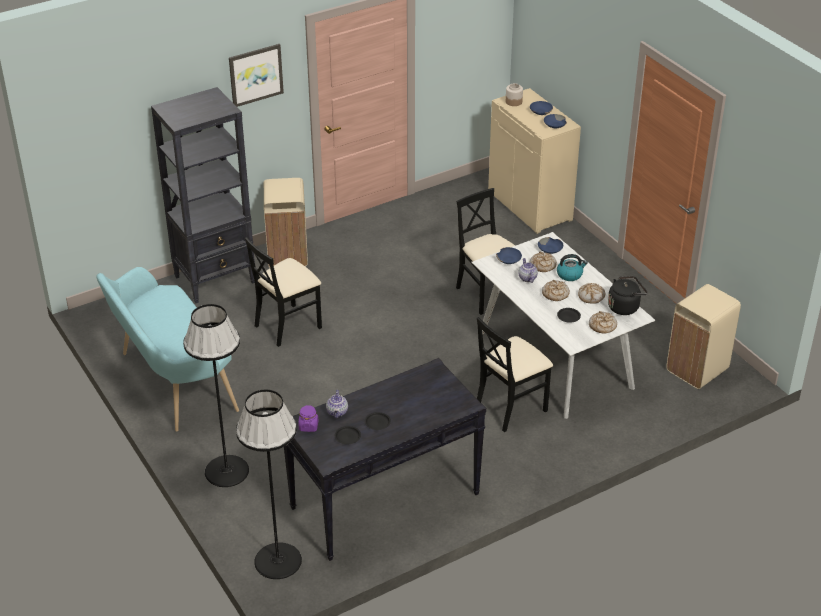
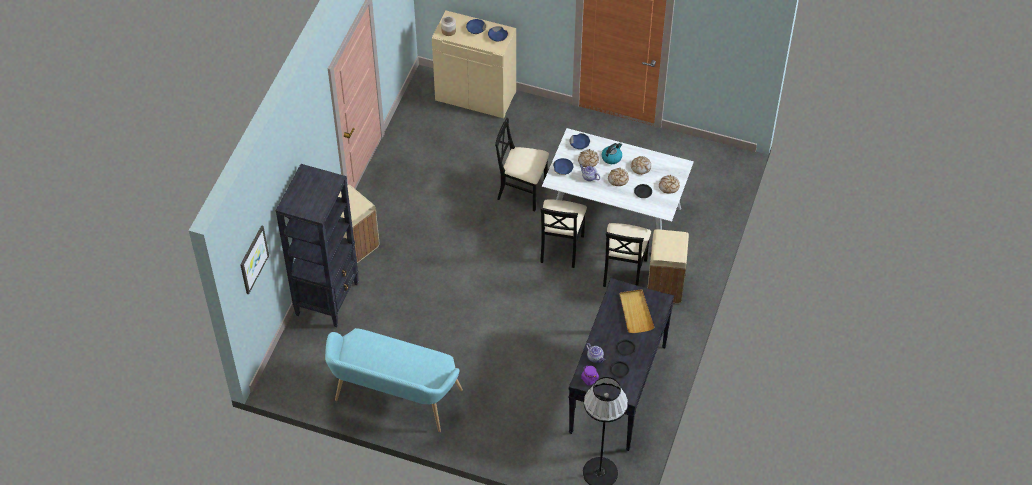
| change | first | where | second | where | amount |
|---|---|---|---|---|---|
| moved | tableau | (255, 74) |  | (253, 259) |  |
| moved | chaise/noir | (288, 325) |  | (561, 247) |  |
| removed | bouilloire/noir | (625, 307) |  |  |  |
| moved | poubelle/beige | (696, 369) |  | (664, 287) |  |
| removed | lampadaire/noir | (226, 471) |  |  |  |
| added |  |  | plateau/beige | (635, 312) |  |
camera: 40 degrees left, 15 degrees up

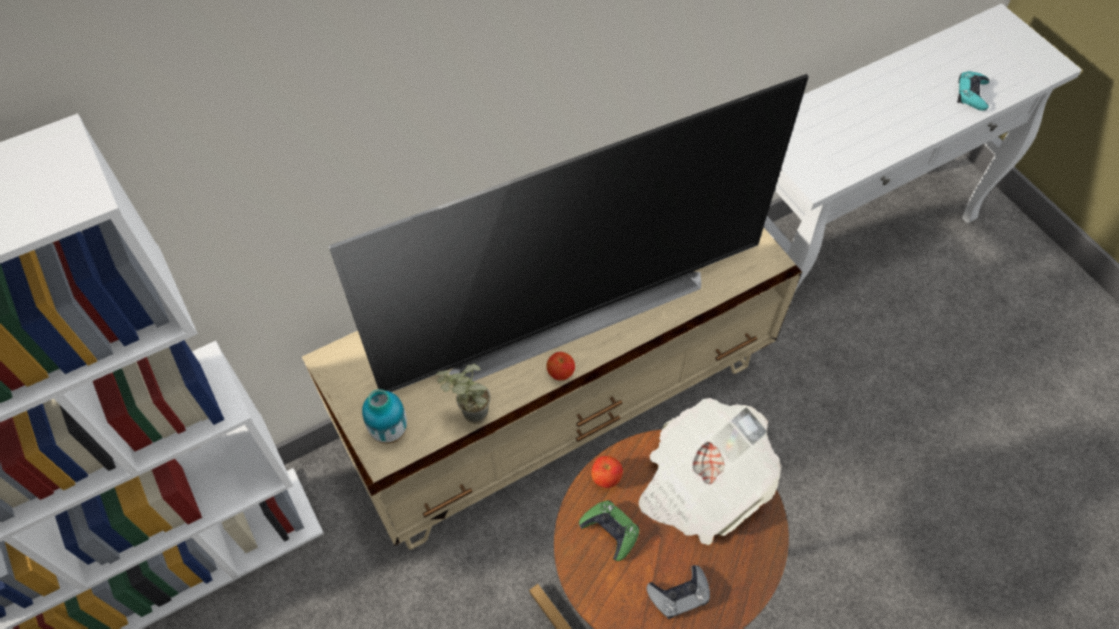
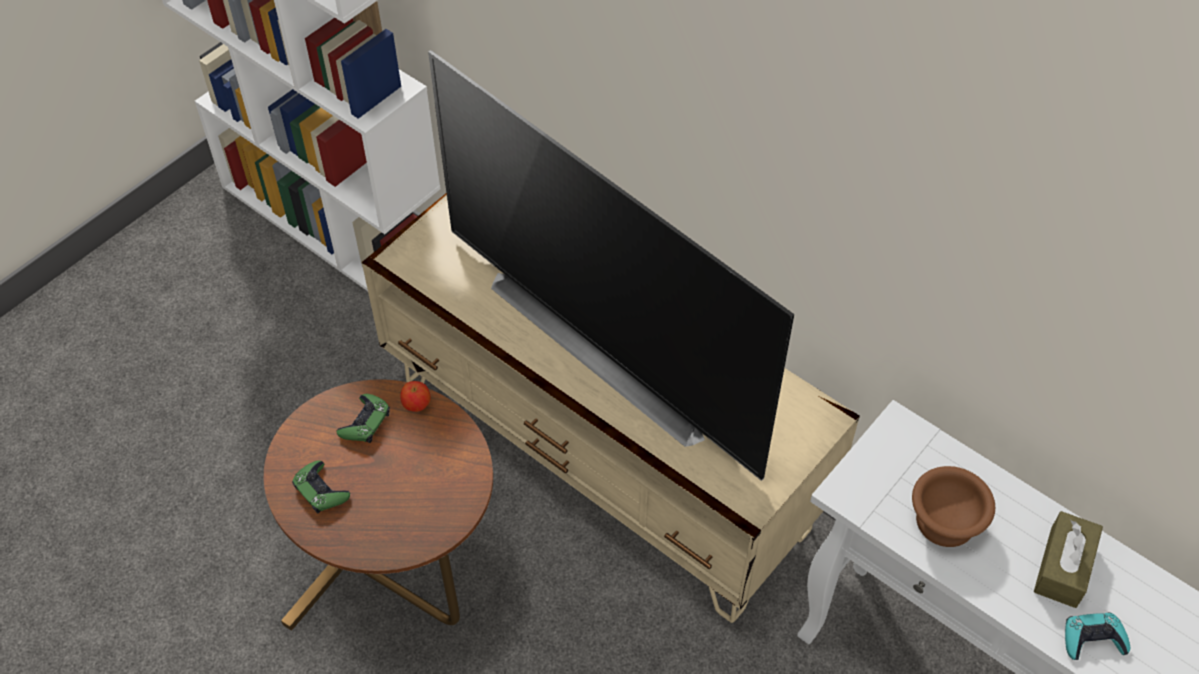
| change | first | where | second | where | amount |
|---|---|---|---|---|---|
| removed | pomme | (560, 372) |  |  |  |
| removed | plante en pot | (468, 416) |  |  |  |
| removed | vase | (390, 431) |  |  |  |
| removed | journal | (700, 484) |  |  |  |
| recoloured | manette/gris | (679, 594) | manette/vert | (321, 490) |  |
| added |  |  | bol/marron | (948, 522) |  |
| added |  |  | boîte à mouchoirs/marron | (1063, 567) |  |
camera: 70 degrees right, 5 degrees down

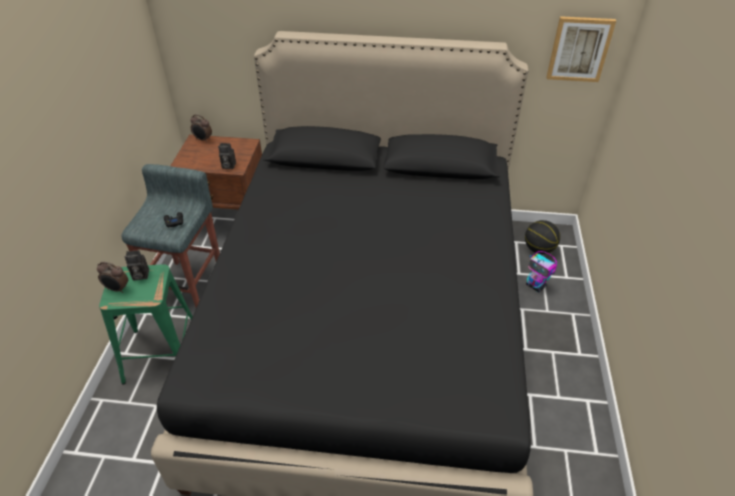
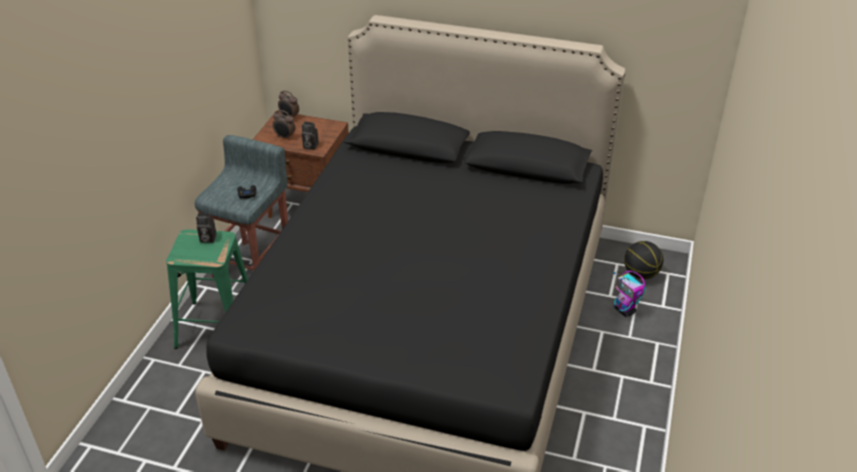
| change | first | where | second | where | amount |
|---|---|---|---|---|---|
| removed | tableau | (579, 49) |  |  |  |
| moved | réveil | (117, 289) |  | (285, 137) |  |
camera: 10 degrees right, 5 degrees down

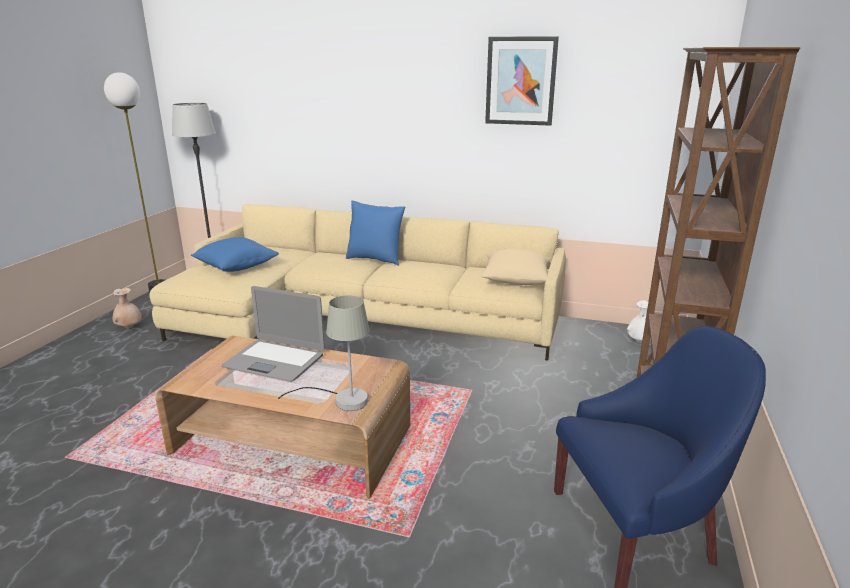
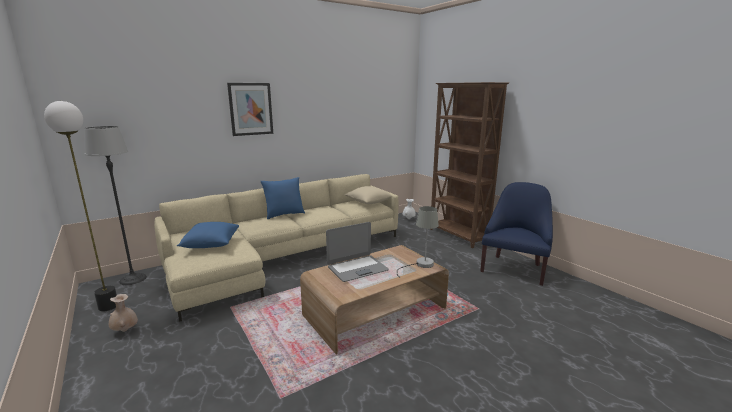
| change | first | where | second | where | amount |
|---|---|---|---|---|---|
| moved | tableau | (520, 81) |  | (251, 109) |  |
camera: 50 degrees left, 5 degrees down

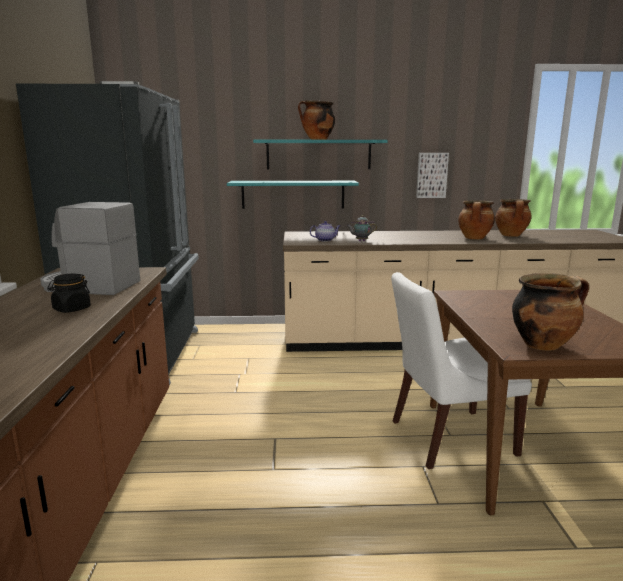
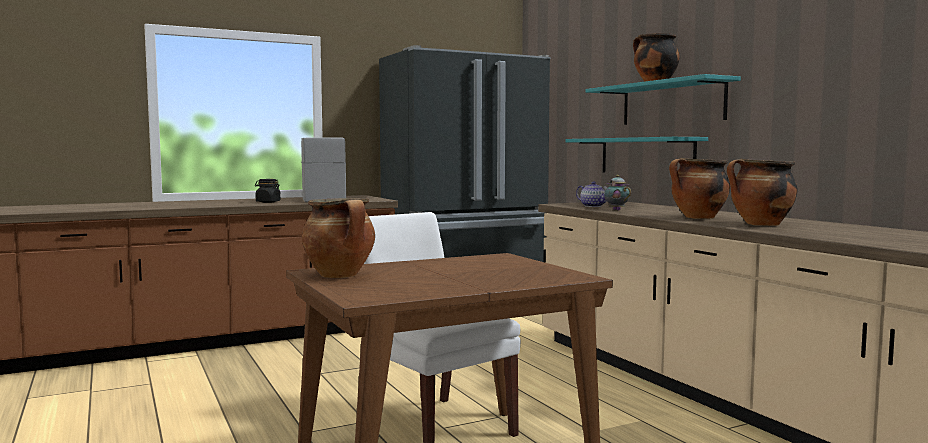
| change | first | where | second | where | amount |
|---|---|---|---|---|---|
| removed | tableau | (431, 175) |  |  |  |
| moved | marmite | (511, 235) |  | (698, 218) |  |
camera: 65 degrees right, 10 degrees down

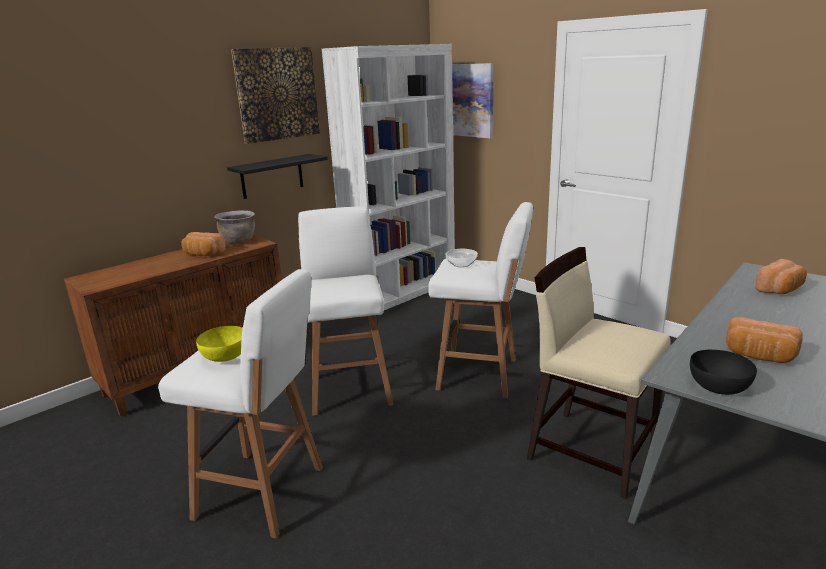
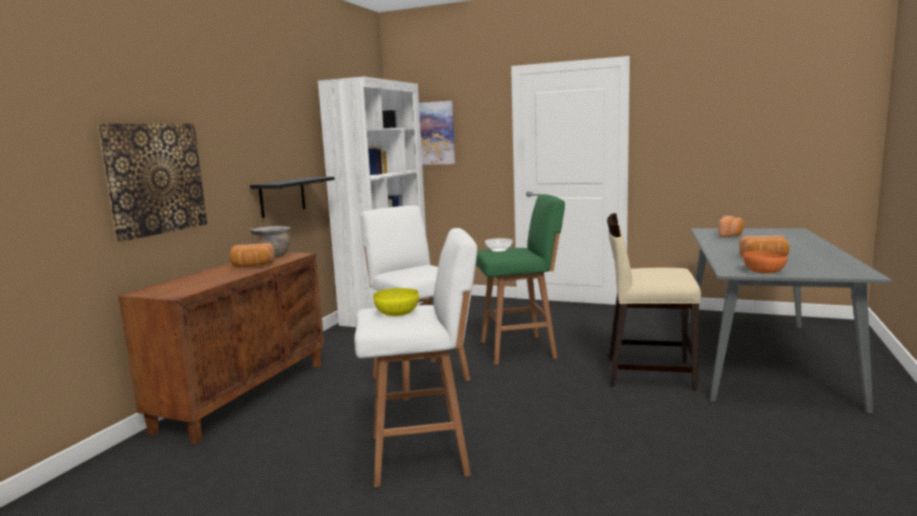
| change | first | where | second | where | amount |
|---|---|---|---|---|---|
| moved | tableau | (277, 94) |  | (155, 179) |  |
| recoloured | tabouret/blanc | (481, 375) | tabouret/vert | (520, 349) |  |
| recoloured | bol/noir | (718, 386) | bol/orange | (763, 271) |  |
camera: 25 degrees left, 10 degrees down

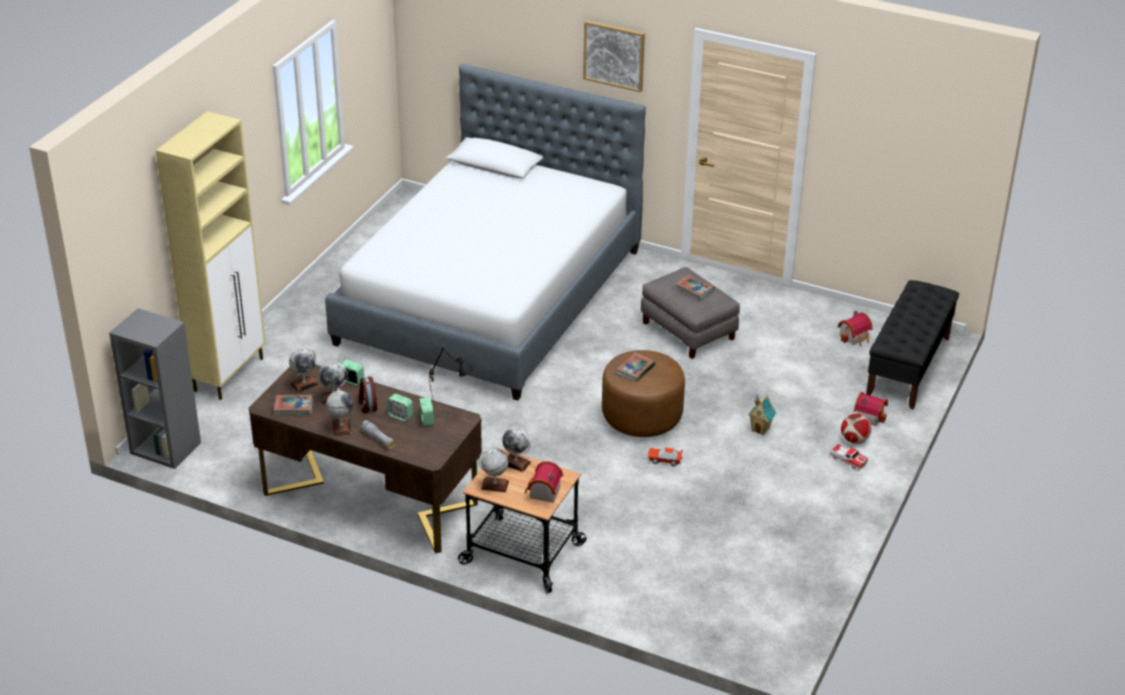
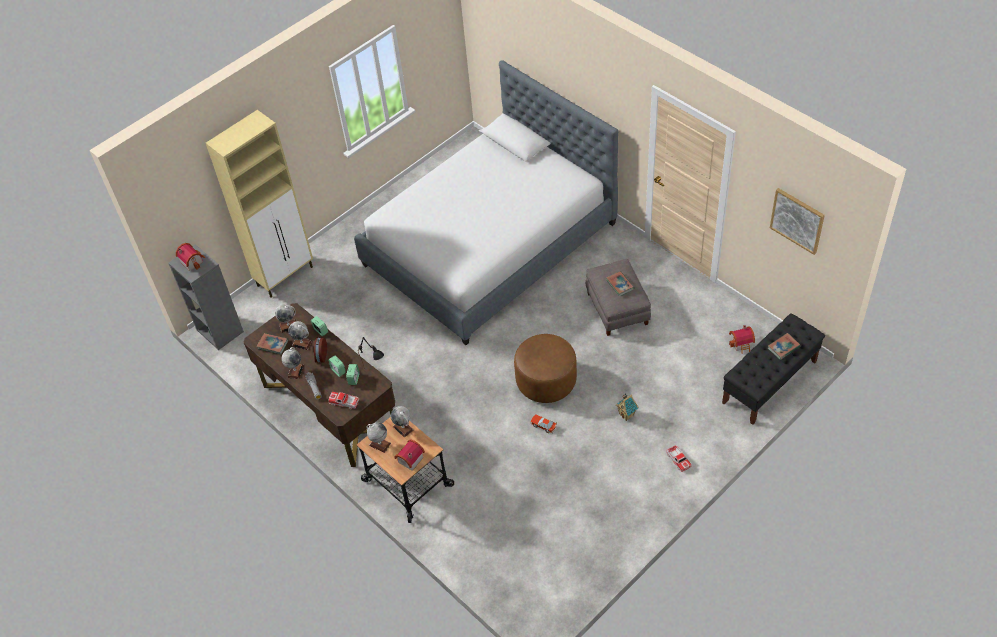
| change | first | where | second | where | amount |
|---|---|---|---|---|---|
| moved | tableau | (614, 55) |  | (797, 220) |  |
| moved | livre | (635, 369) |  | (783, 348) |  |
| moved | maison miniature | (869, 415) |  | (192, 261) |  |
| removed | ballon de foot | (854, 440) |  |  |  |
| added |  |  | petite voiture | (344, 402) |  |
camera: 25 degrees right, 15 degrees up

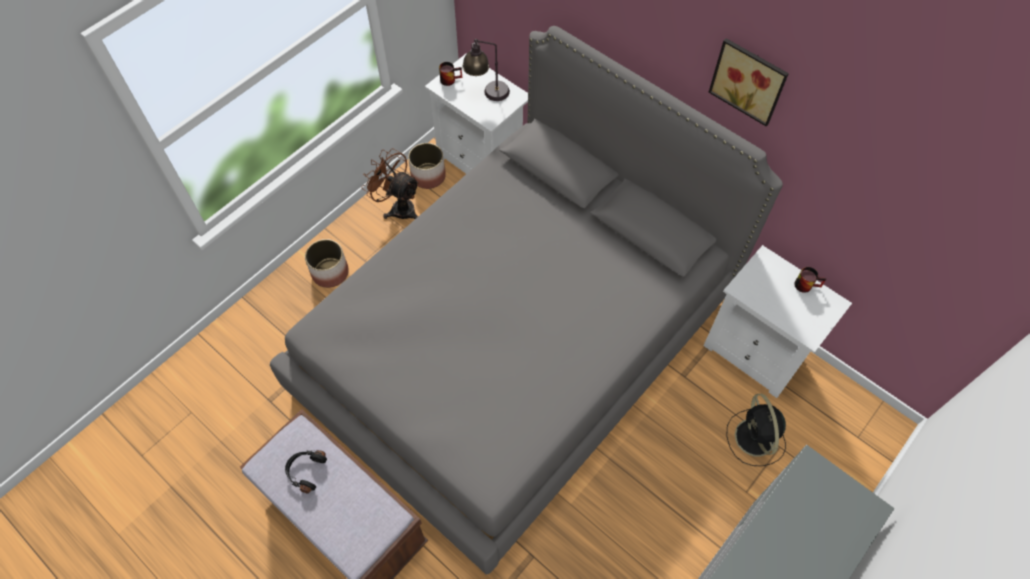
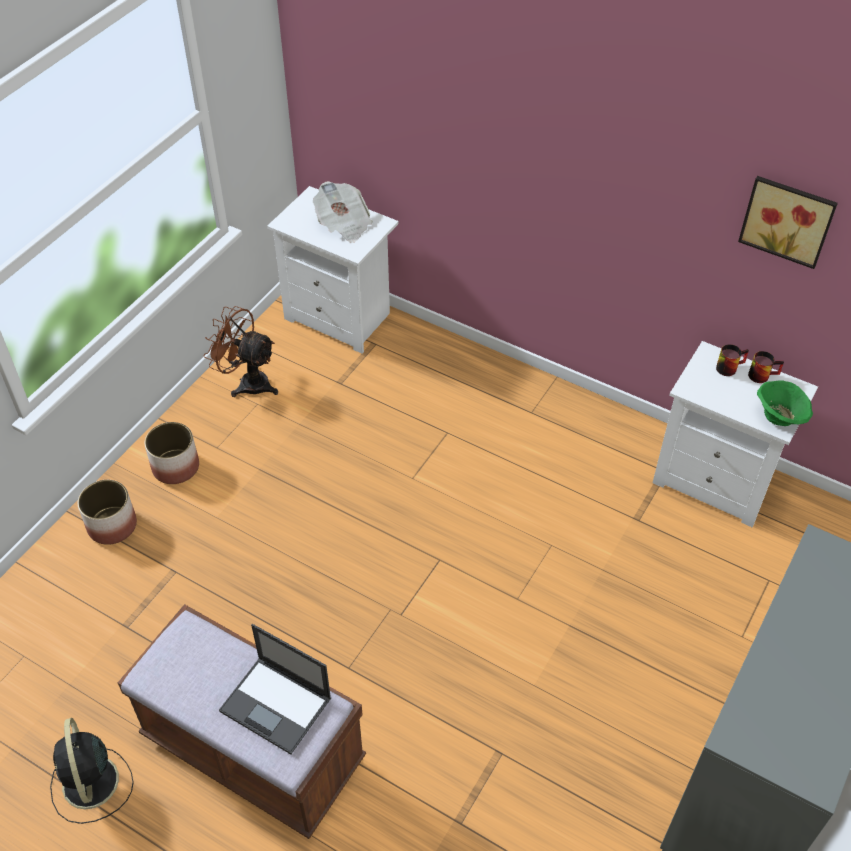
| change | first | where | second | where | amount |
|---|---|---|---|---|---|
| removed | lit/gris | (515, 346) |  |  |  |
| moved | tableau | (749, 80) |  | (788, 219) |  |
| replaced | lampe de table | (487, 93) | journal | (343, 224) |  |
| moved | mug | (450, 79) |  | (728, 366) |  |
| moved | cache-pot | (428, 176) |  | (112, 525) |  |
| moved | ventilateur/noir | (755, 439) |  | (91, 784) |  |
| removed | casque audio/noir | (305, 471) |  |  |  |
| added |  |  | bol/vert | (780, 417) |  |
| added |  |  | ordinateur portable | (277, 705) |  |
camera: 10 degrees left, 10 degrees down

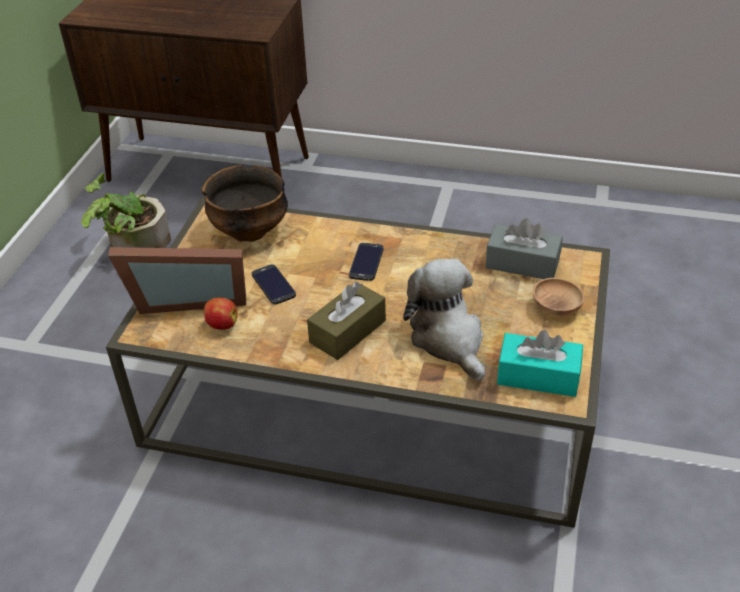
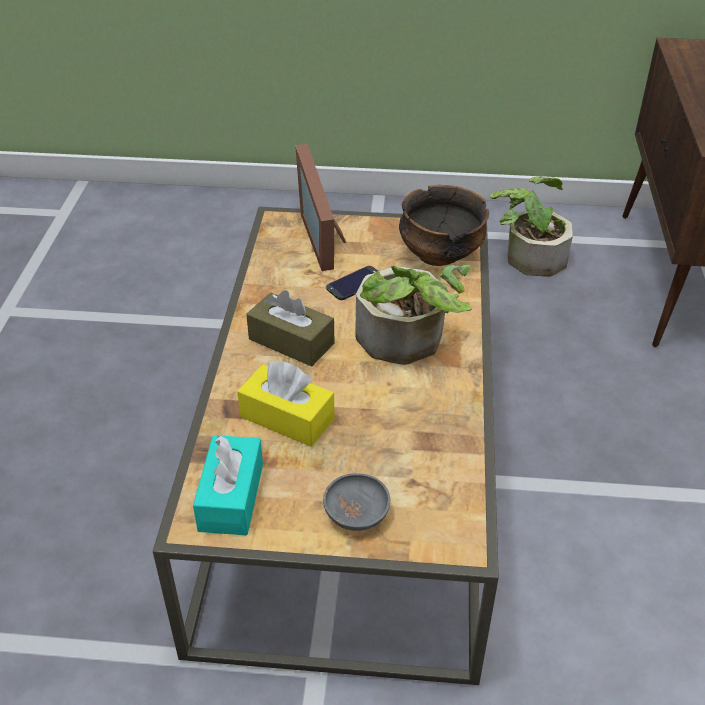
| change | first | where | second | where | amount |
|---|---|---|---|---|---|
| removed | boîte à mouchoirs/gris | (522, 263) |  |  |  |
| replaced | téléphone | (366, 262) | plante en pot | (407, 343) |  |
| replaced | peluche | (448, 339) | boîte à mouchoirs/jaune | (287, 418) |  |
| recoloured | bol/marron | (556, 307) | bol/gris | (356, 514) |  |
| removed | pomme | (222, 325) |  |  |  |
camera: 80 degrees right, 0 degrees up

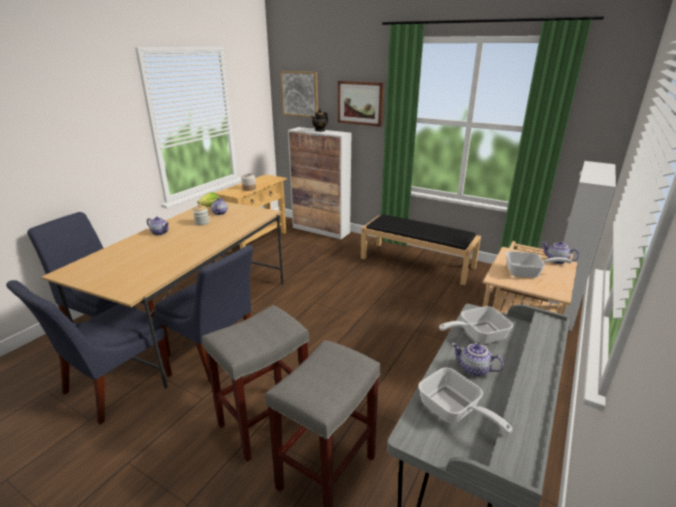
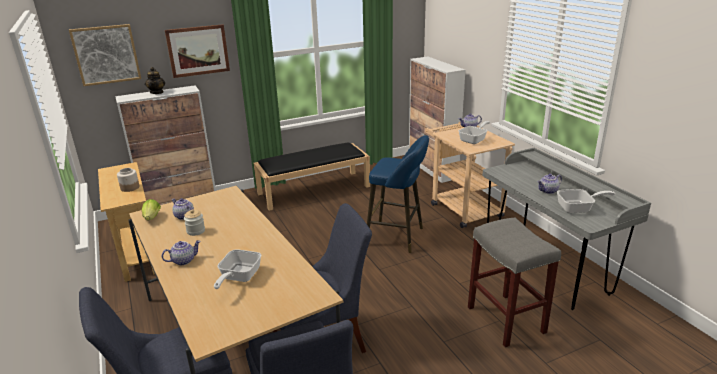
| change | first | where | second | where | amount |
|---|---|---|---|---|---|
| removed | tabouret/gris | (264, 423) |  |  |  |
| moved | poêle | (477, 335) |  | (238, 277) |  |
| added |  |  | tabouret/bleu | (398, 237) |  |
camera: 55 degrees left, 0 degrees up

